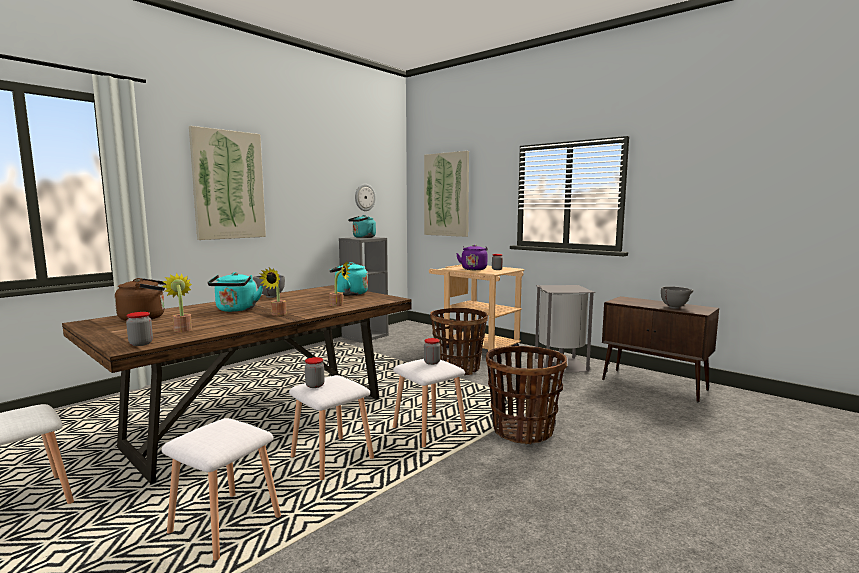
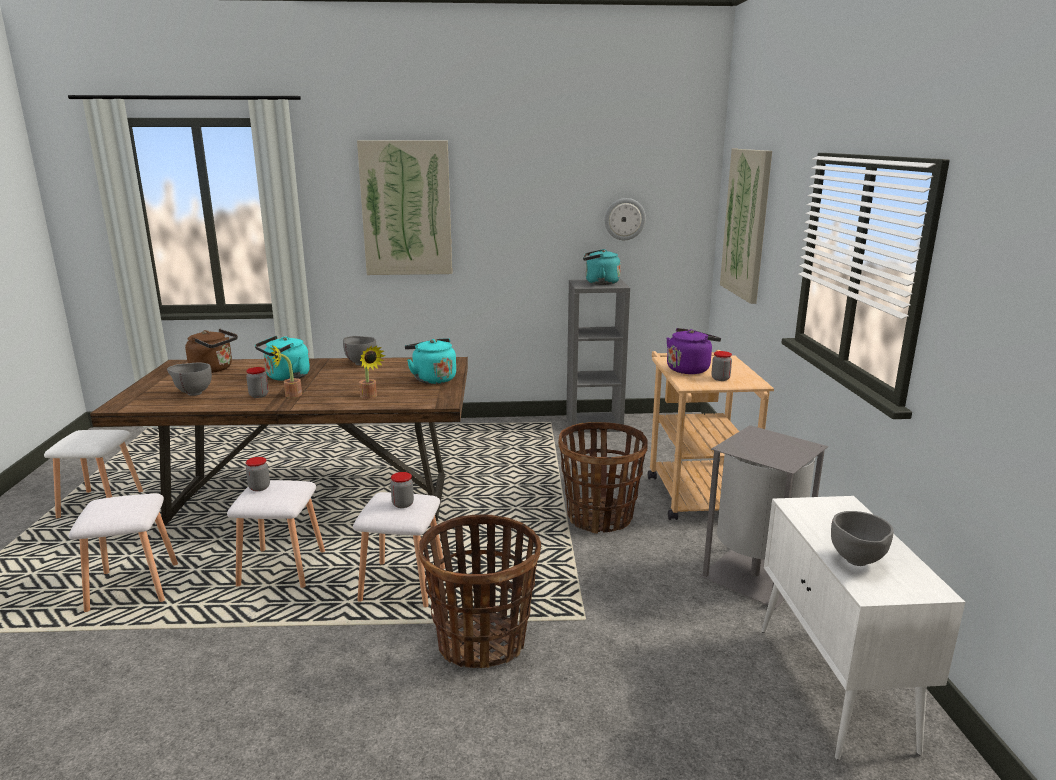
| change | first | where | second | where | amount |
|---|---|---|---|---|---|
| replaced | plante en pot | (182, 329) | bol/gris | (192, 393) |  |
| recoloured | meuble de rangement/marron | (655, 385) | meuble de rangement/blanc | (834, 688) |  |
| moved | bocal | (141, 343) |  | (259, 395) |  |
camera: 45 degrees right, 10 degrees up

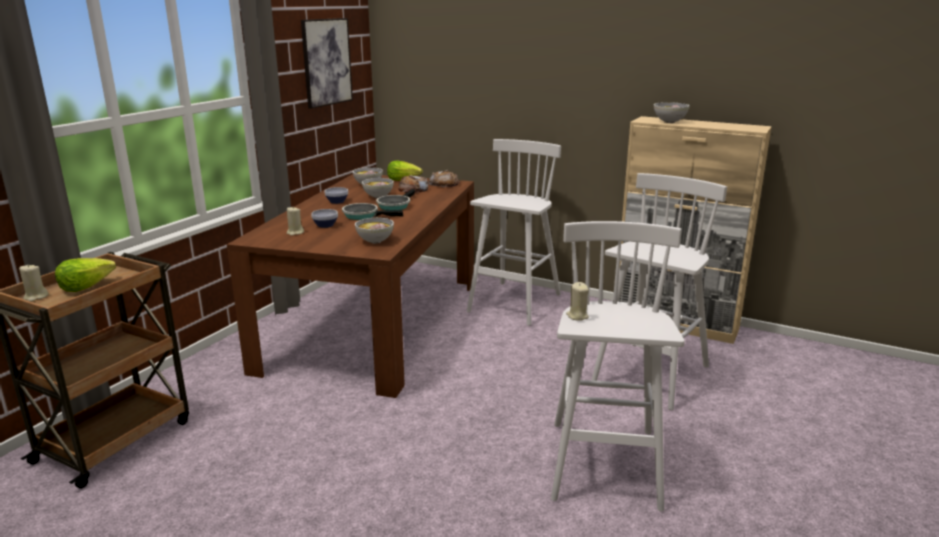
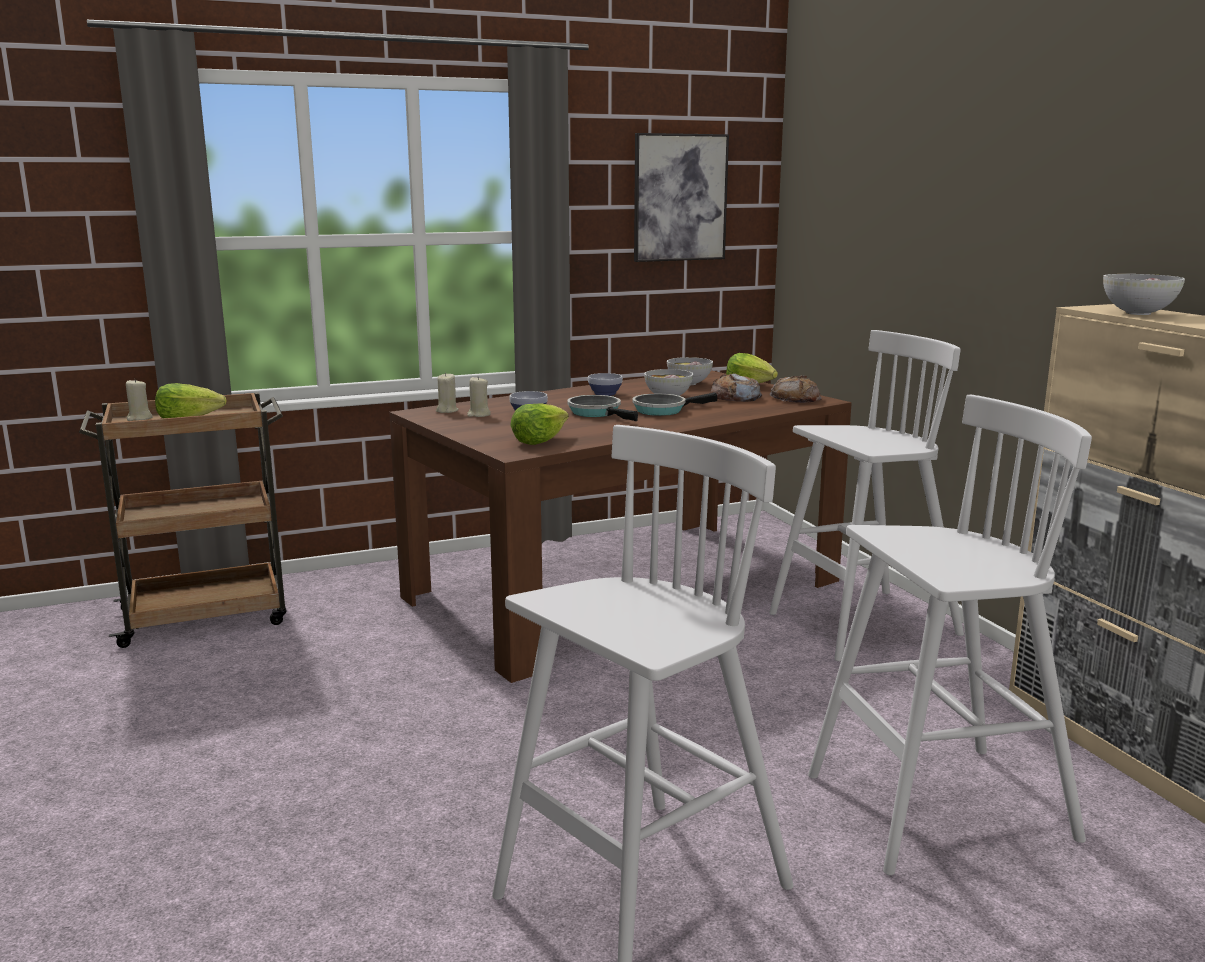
| change | first | where | second | where | amount |
|---|---|---|---|---|---|
| replaced | bol | (375, 241) | laitue | (539, 440) |  |
| moved | bougie/beige | (577, 316) |  | (447, 411) |  |
camera: 40 degrees right, 5 degrees down

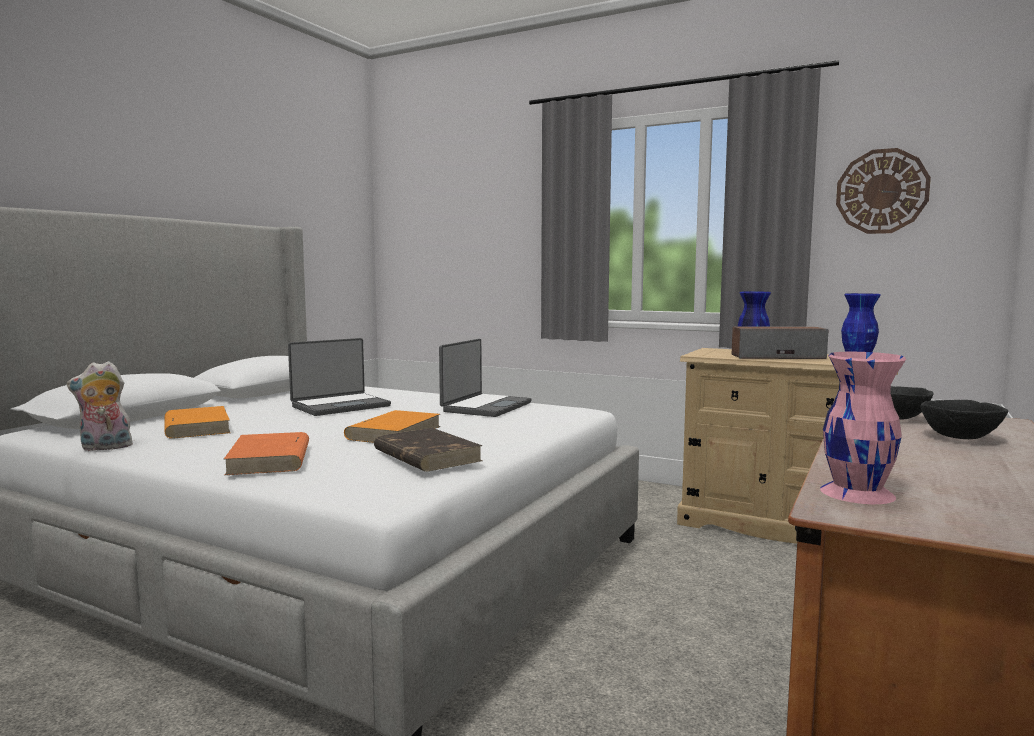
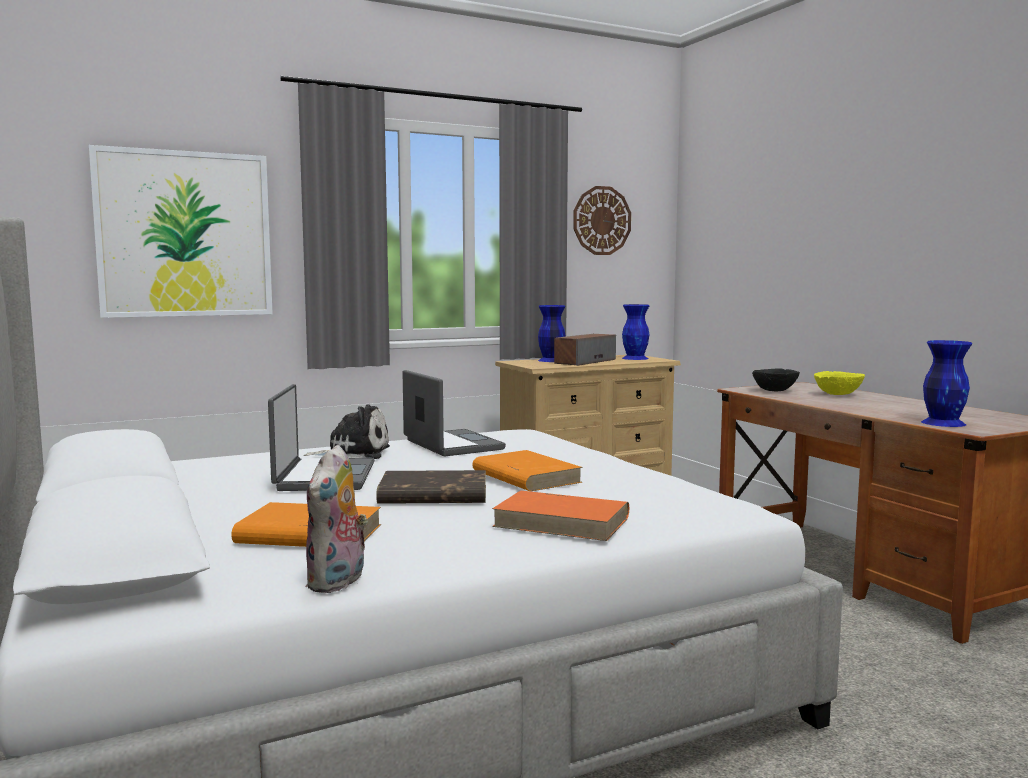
| change | first | where | second | where | amount |
|---|---|---|---|---|---|
| recoloured | vase/rose | (857, 492) | vase/bleu | (942, 423) |  |
| recoloured | bol/noir | (960, 438) | bol/jaune | (838, 395) |  |
| moved | livre/marron | (426, 455) |  | (432, 495) |  |
| added |  |  | tableau | (185, 234) |  |
| added |  |  | peluche | (353, 454) |  |
camera: 55 degrees left, 0 degrees up

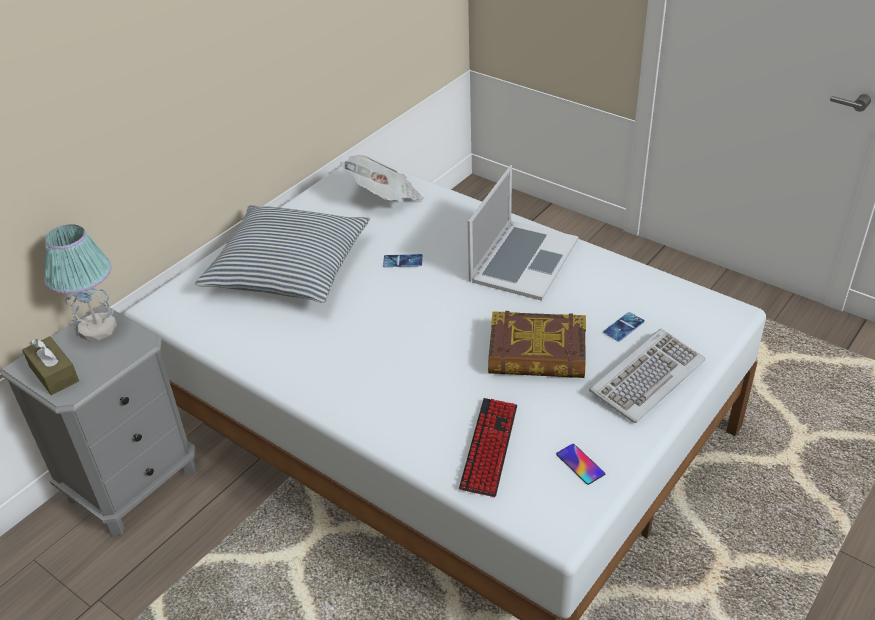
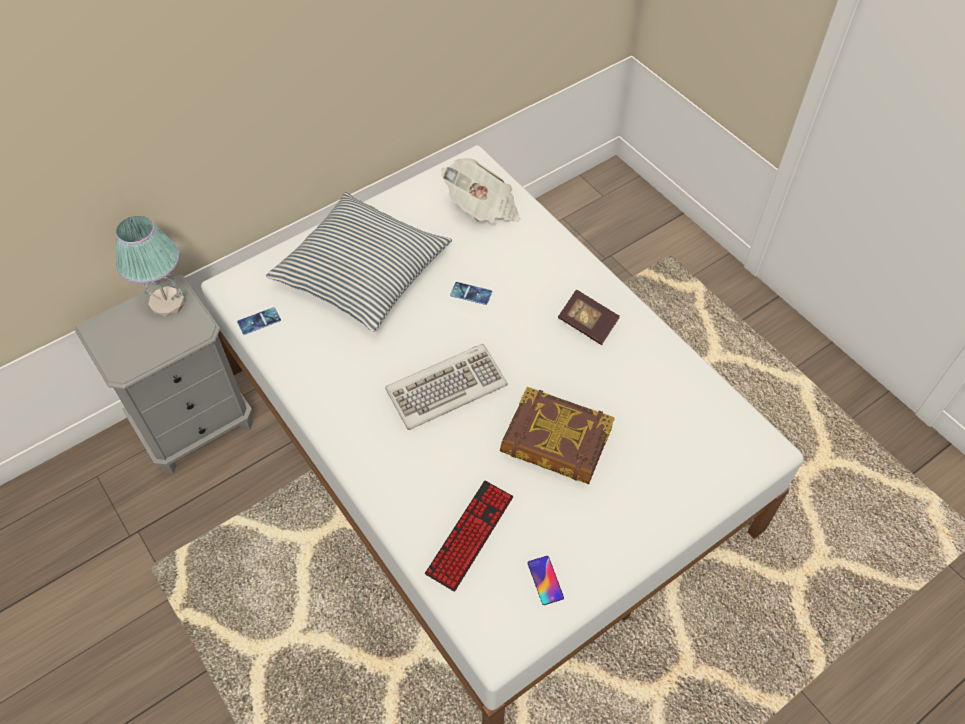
| change | first | where | second | where | amount |
|---|---|---|---|---|---|
| replaced | ordinateur portable | (523, 260) | livre | (587, 324) |  |
| moved | téléphone | (623, 327) |  | (259, 321) |  |
| moved | clavier | (646, 377) |  | (446, 387) |  |
| removed | boîte à mouchoirs/marron | (54, 374) |  |  |  |
camera: 15 degrees right, 15 degrees up

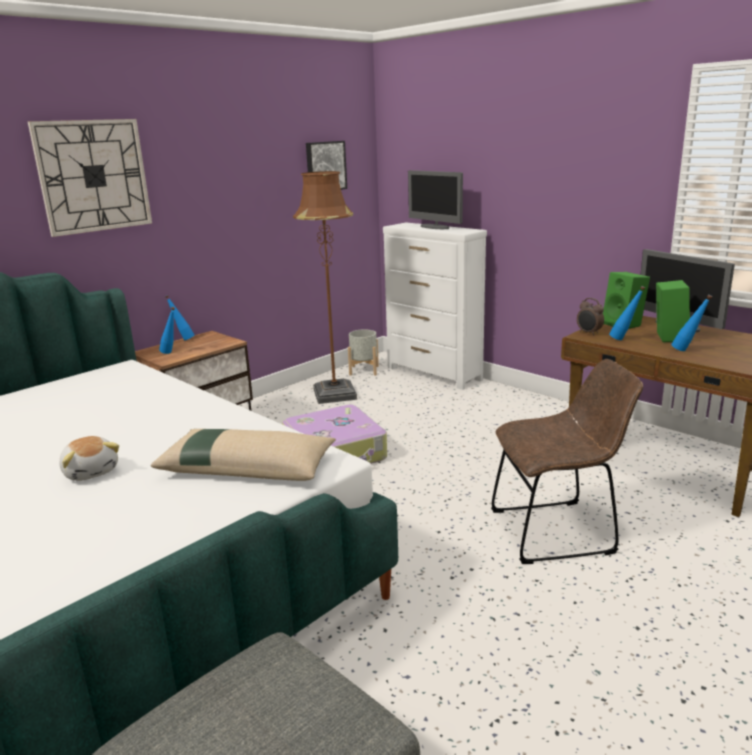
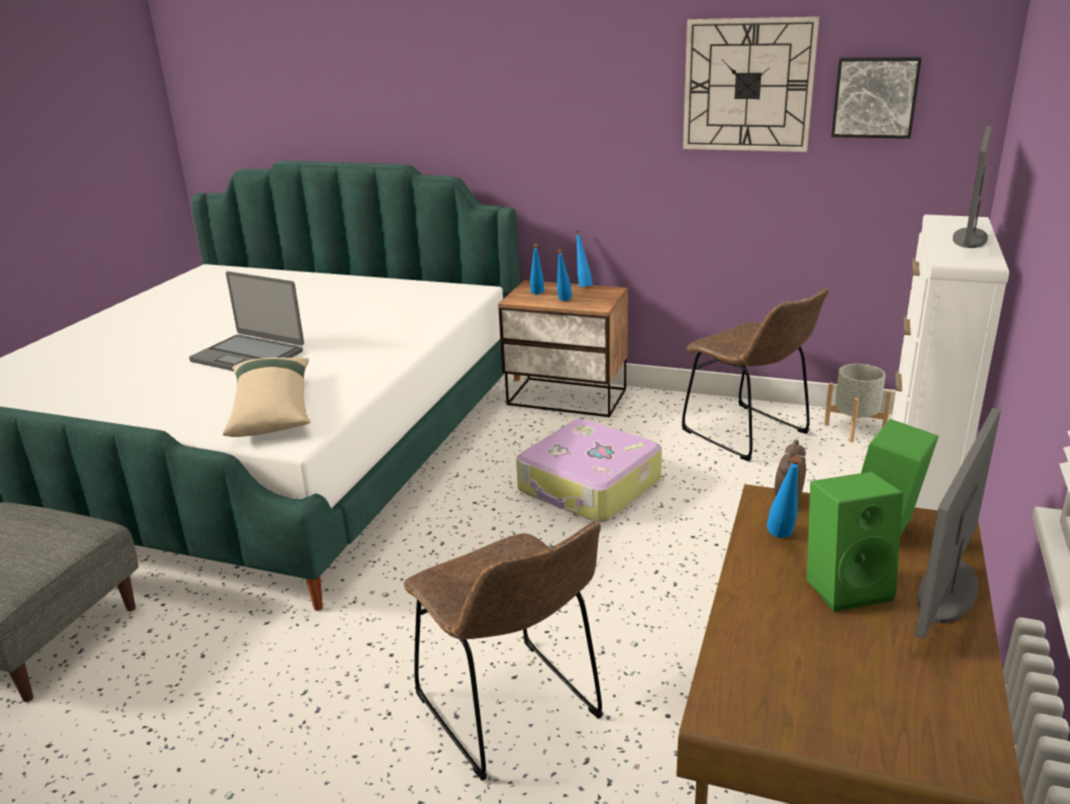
| change | first | where | second | where | amount |
|---|---|---|---|---|---|
| moved | horloge murale | (93, 176) |  | (748, 85) |  |
| replaced | lampadaire/marron | (334, 394) | chaise/marron | (749, 434) |  |
| moved | bouteille/bleu | (687, 351) |  | (563, 301) |  |
| replaced | peluche | (91, 471) | ordinateur portable | (249, 356) |  |
camera: 65 degrees right, 5 degrees up

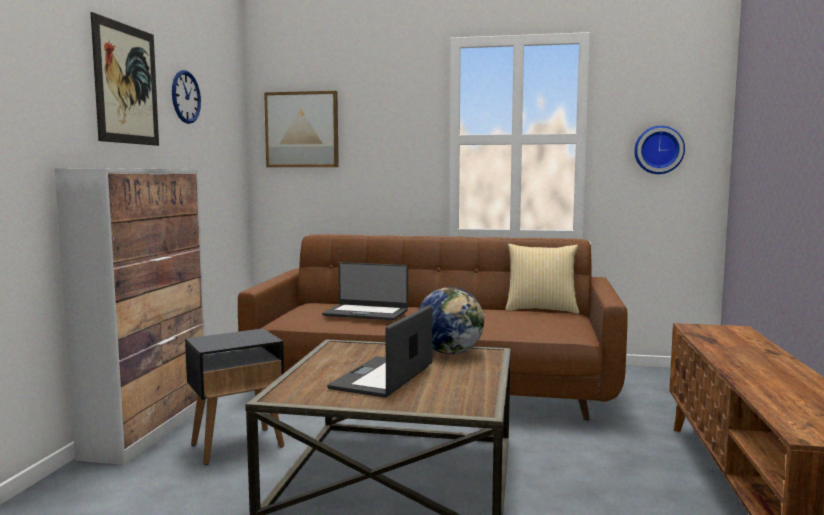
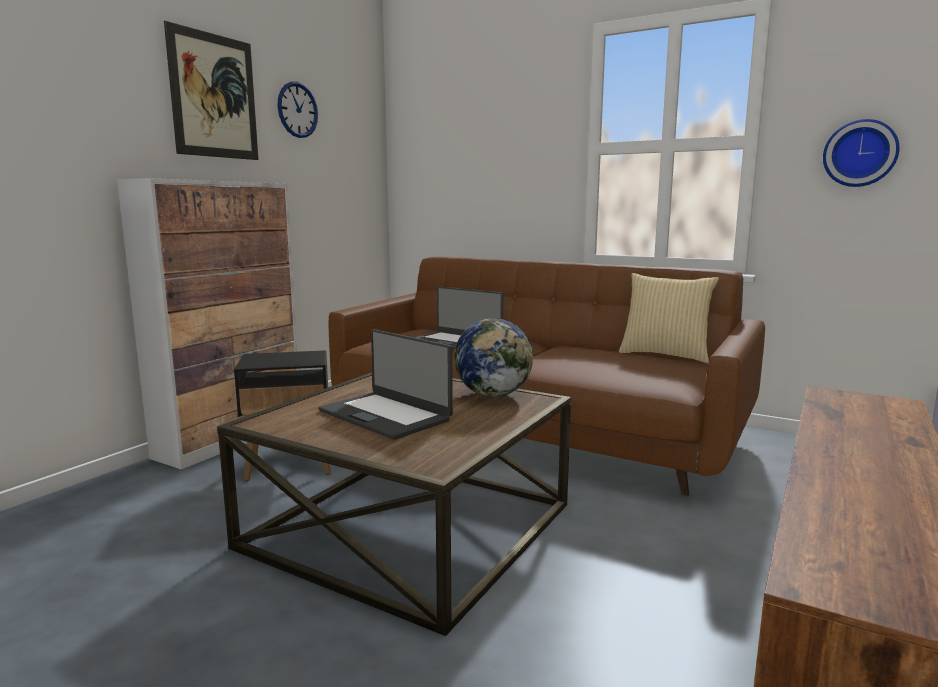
| change | first | where | second | where | amount |
|---|---|---|---|---|---|
| removed | tableau | (302, 130) |  |  |  |
| turned | ordinateur portable | (384, 377) |  | (386, 415) | 90 degrees counterclockwise |
camera: 20 degrees right, 5 degrees up

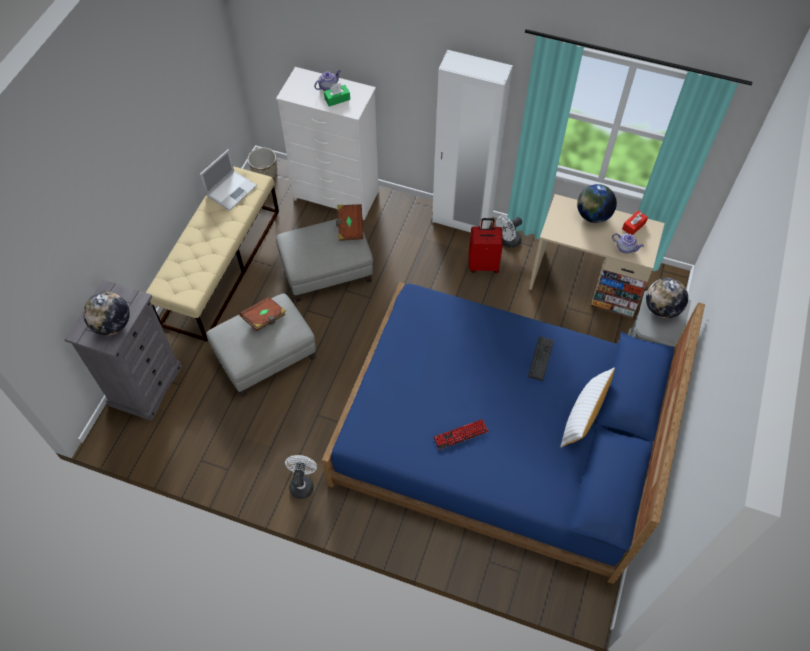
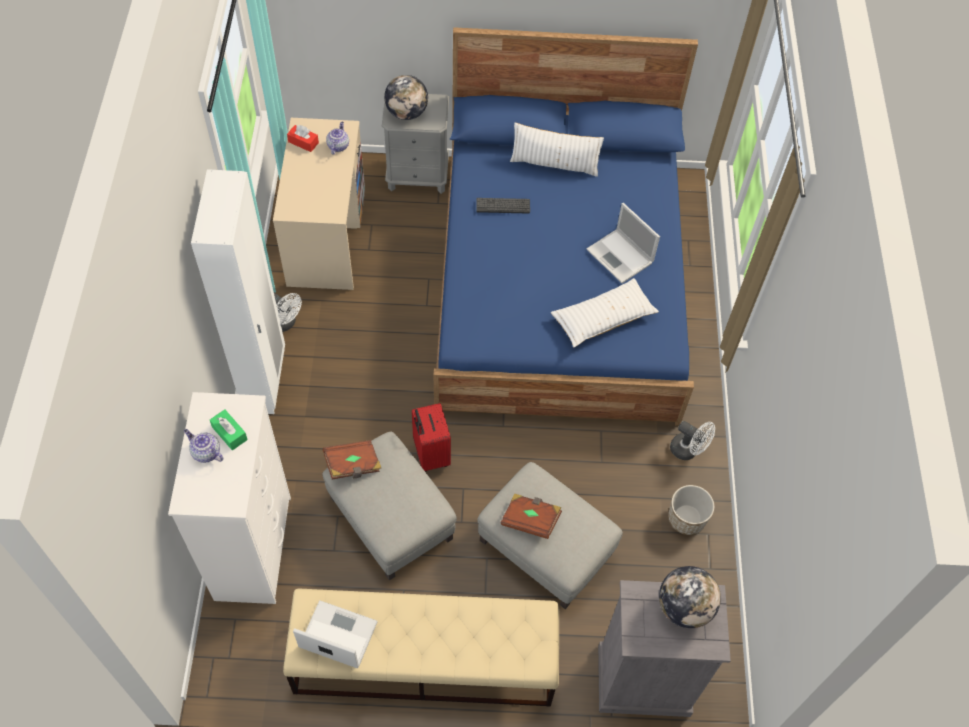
| change | first | where | second | where | amount |
|---|---|---|---|---|---|
| moved | cache-pot | (265, 174) |  | (686, 519) |  |
| removed | globe | (593, 215) |  |  |  |
| moved | valise/rouge | (483, 264) |  | (430, 454) |  |
| replaced | clavier | (460, 434) | ordinateur portable | (620, 257) |  |
| turned | ventilateur/blanc | (302, 483) |  | (688, 450) | 135 degrees counterclockwise |
| added |  |  | coussin/blanc | (603, 318) |  |
camera: 110 degrees left, 0 degrees up

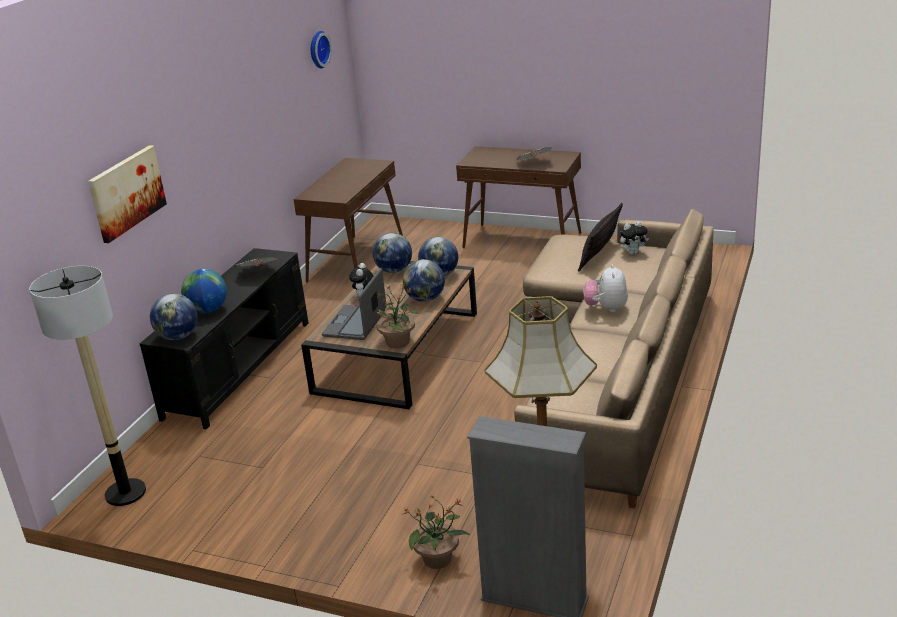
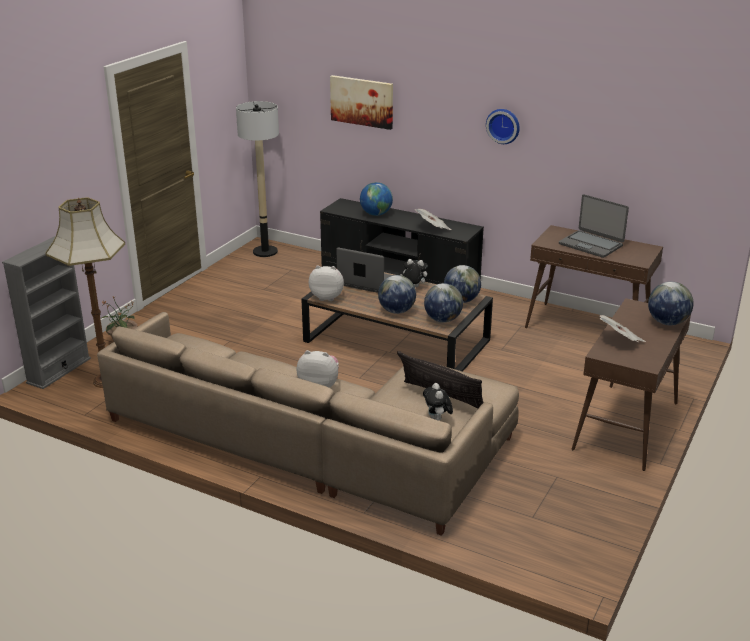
| change | first | where | second | where | amount |
|---|---|---|---|---|---|
| moved | horloge murale | (317, 49) |  | (503, 125) |  |
| replaced | plante en pot | (398, 342) | peluche | (327, 297) |  |
| moved | globe | (178, 337) |  | (667, 322) |  |
| added |  |  | ordinateur portable | (591, 244) |  |
camera: 95 degrees right, 0 degrees up

